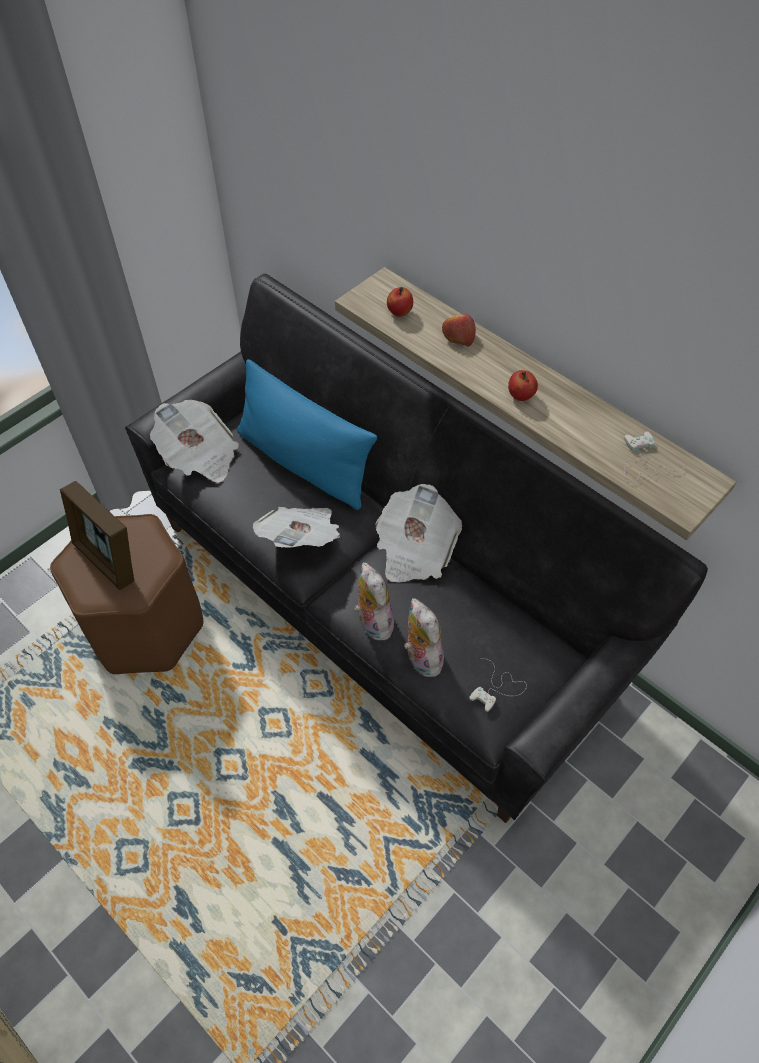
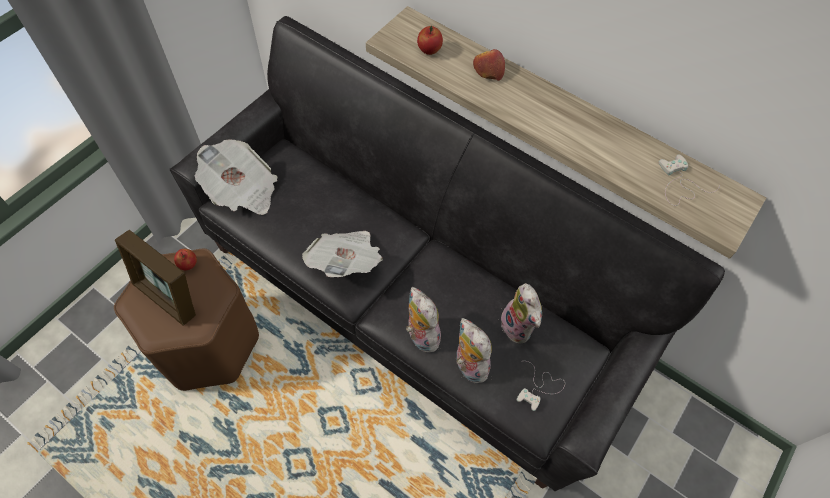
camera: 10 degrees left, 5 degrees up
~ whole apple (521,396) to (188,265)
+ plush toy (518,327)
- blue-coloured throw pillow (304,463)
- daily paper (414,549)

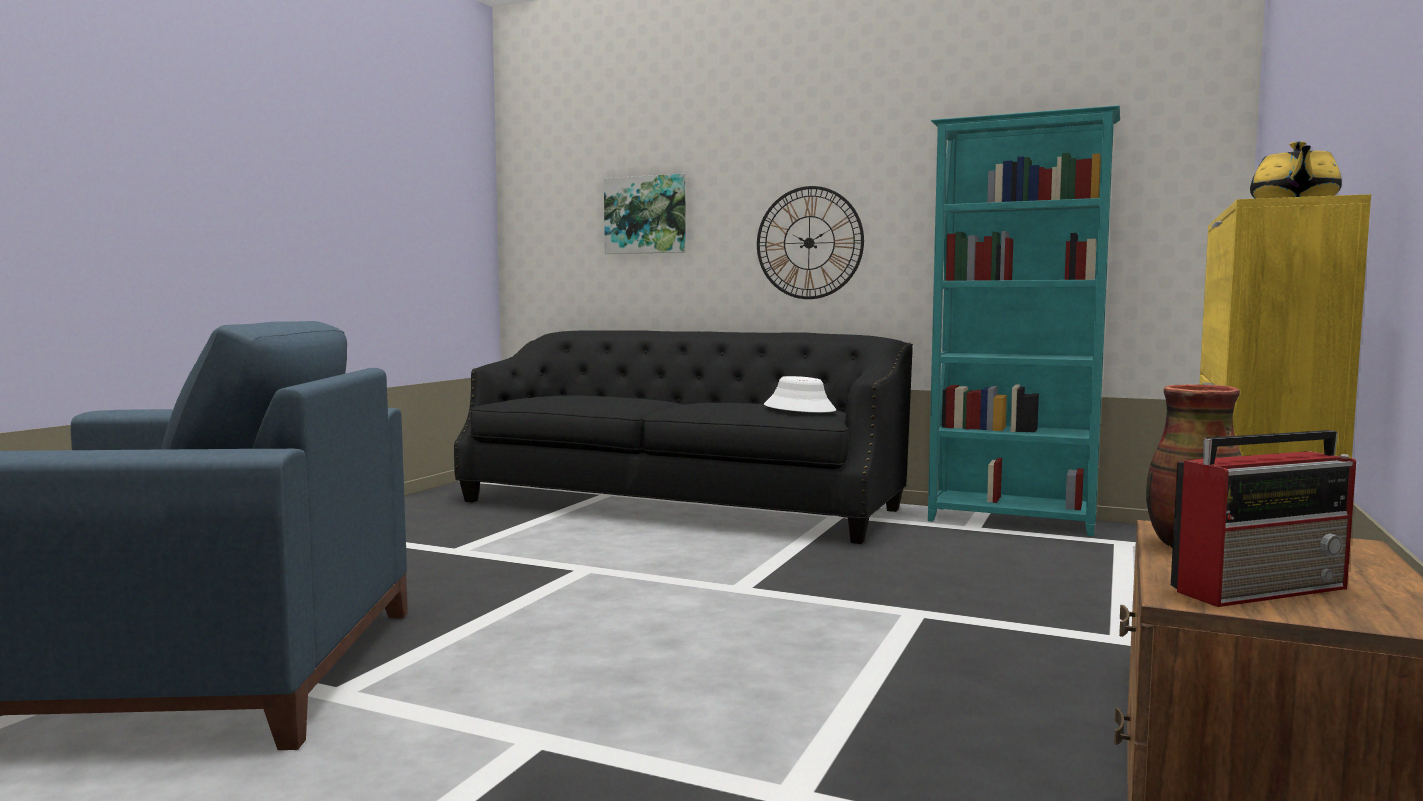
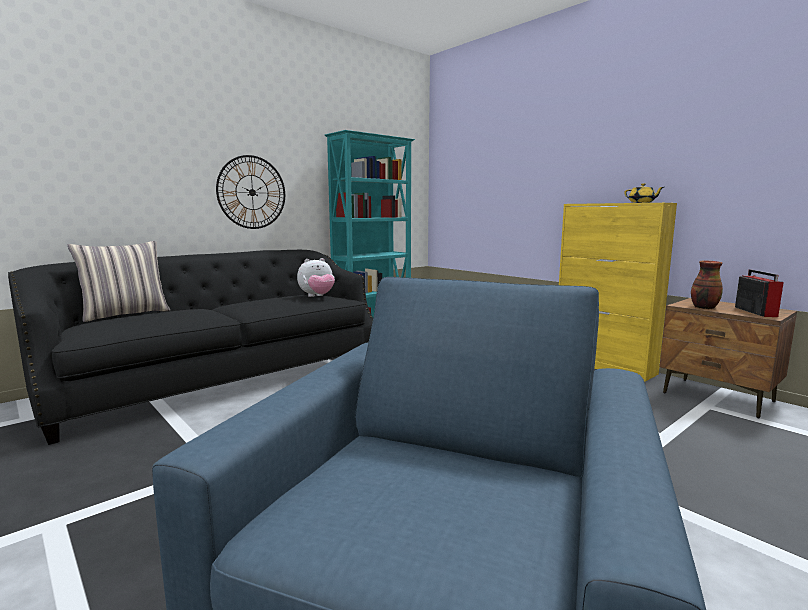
camera: 65 degrees left, 5 degrees up
+ throw pillow (126,314)
~ whitish hat (799,408) to plush toy (317,296)
- wall art (646,215)

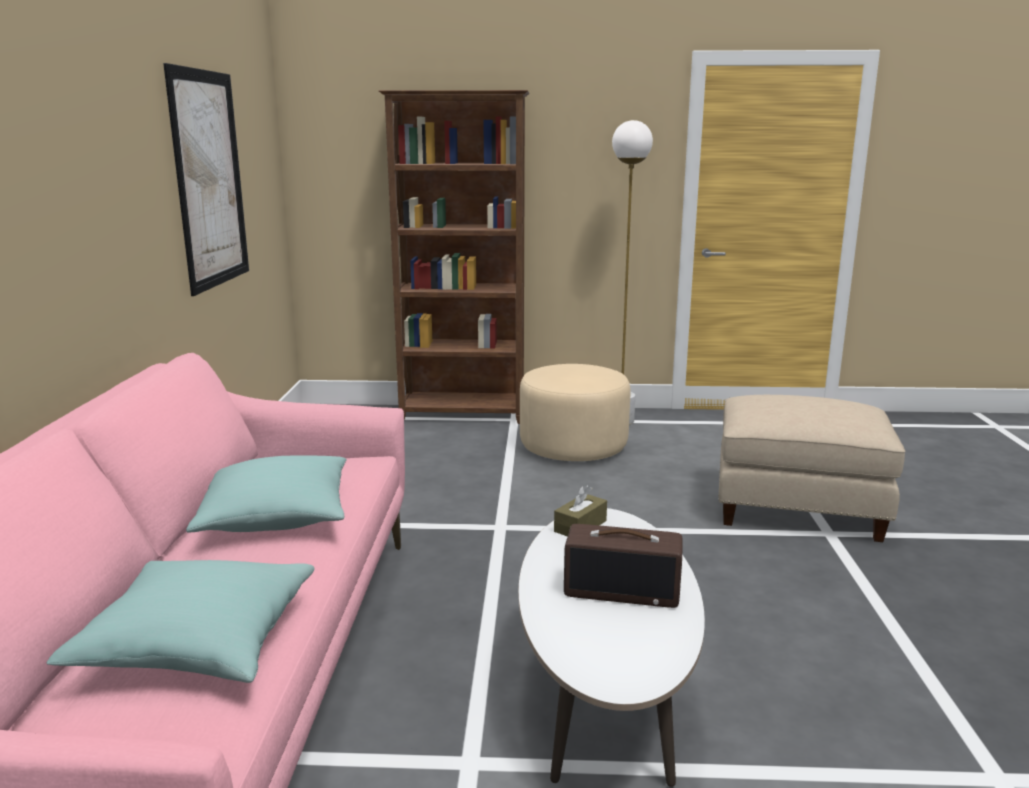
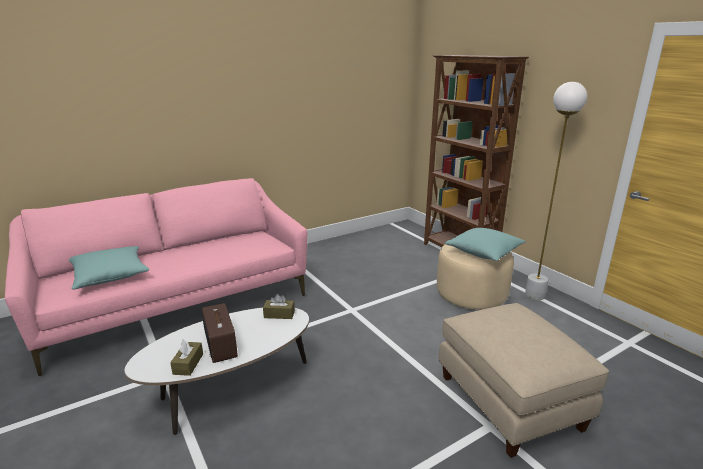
camera: 55 degrees right, 5 degrees up
+ brown tissue holder (188,364)
~ turquoise-coloured throw pillow (276,517) to (484,252)
- wall art (210,179)

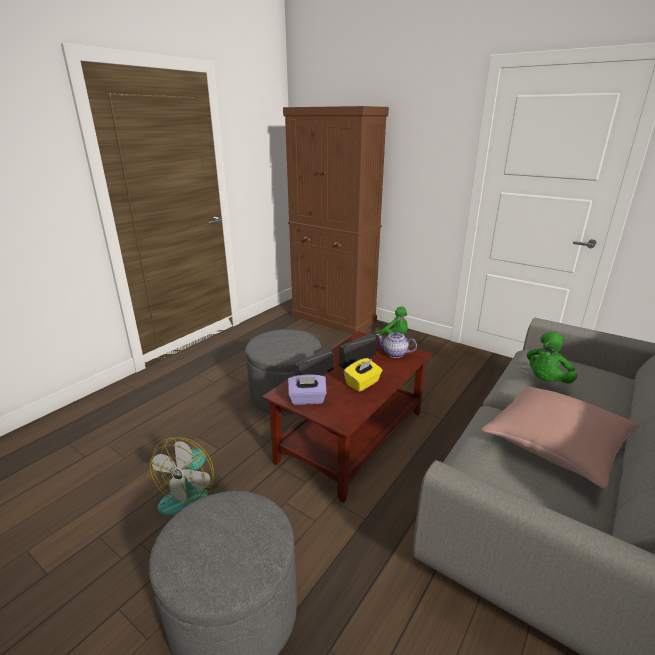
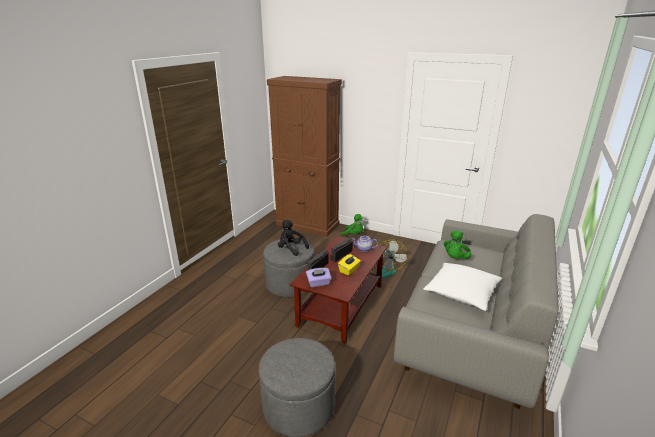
camera: 10 degrees left, 0 degrees up
+ blackish plush toy (291,249)
~ electric fan (191,491) to (386,269)
~ pink-coloured throw pillow (554,444) to whitish throw pillow (461,293)

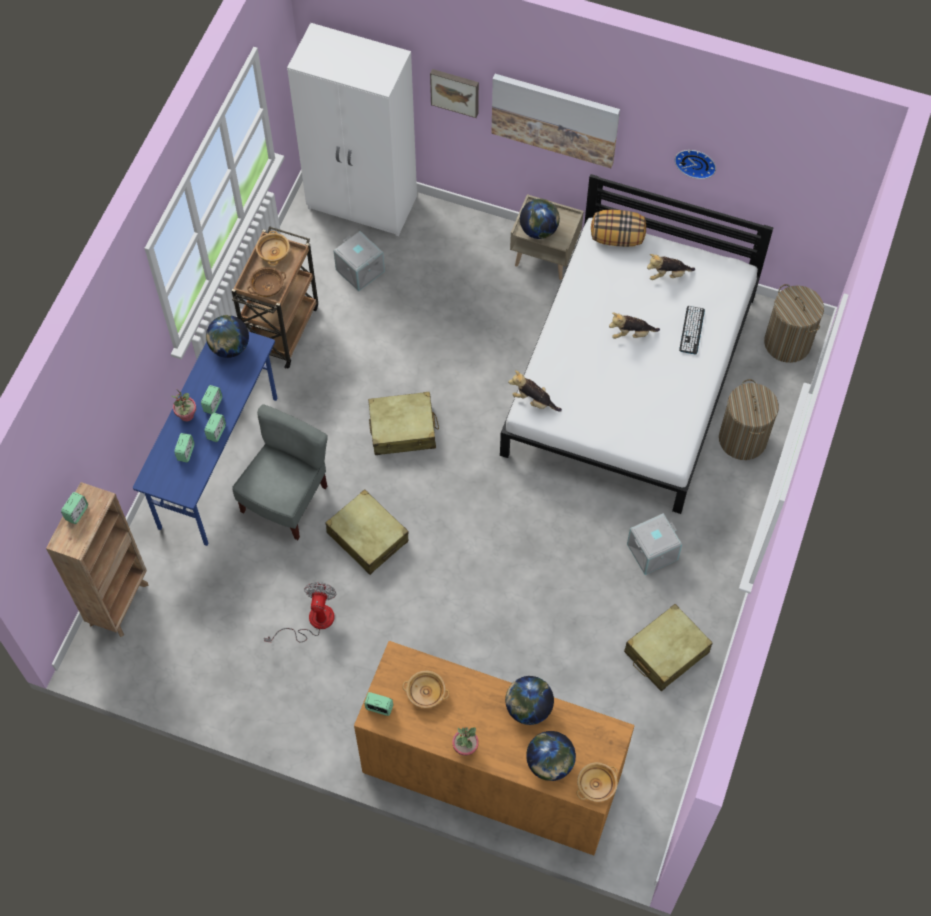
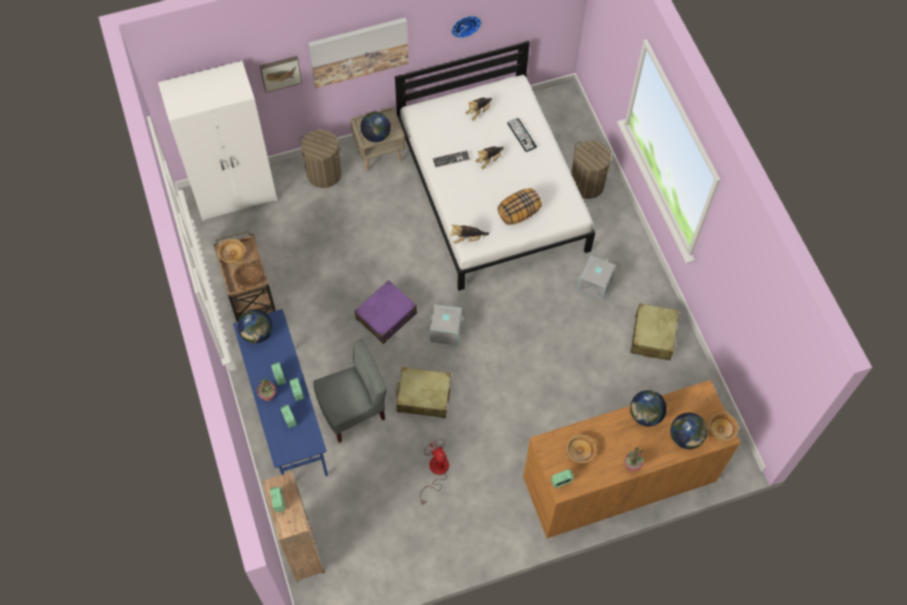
camera: 40 degrees left, 0 degrees up
~ hamper (787,343) to (324,173)
~ grey chair (286,500) = (352,410) 75 degrees clockwise
~ beige-coloured piece of luggage (403,430) to purple piece of luggage (386,316)
~ grey storage bin (359,271) to (445,331)
+ keyboard (451,159)
~ throw pillow (617,237) to (518,213)

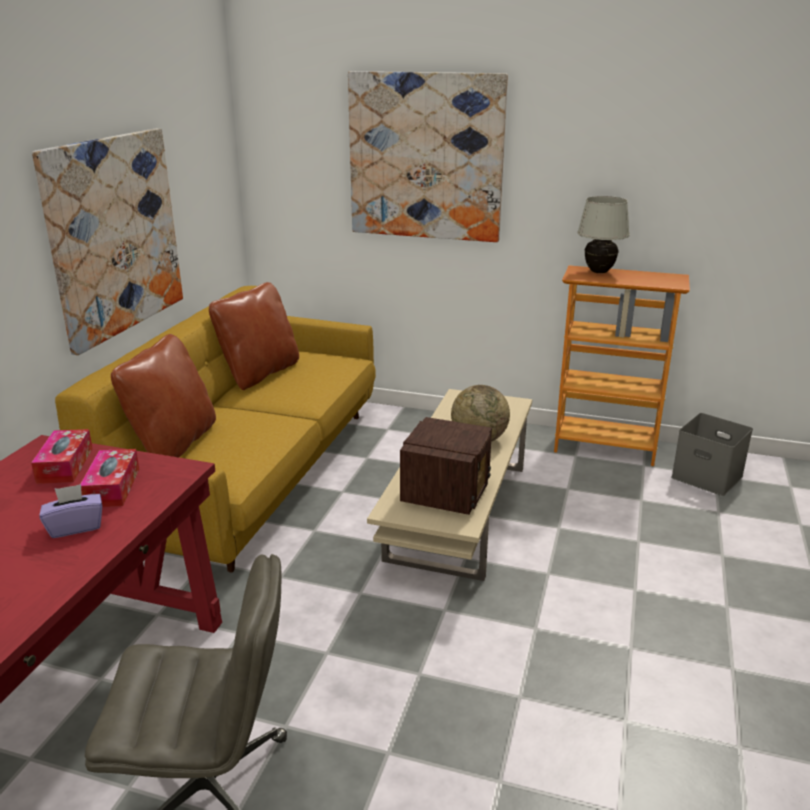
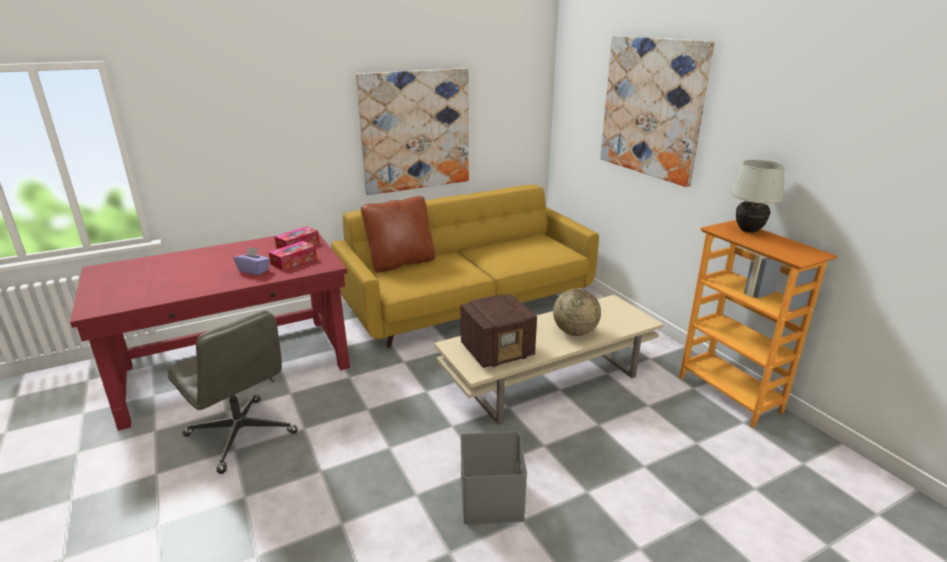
camera: 45 degrees right, 0 degrees up
~ grey storage bin (708,476) to (493,500)
- brown throw pillow (259,373)

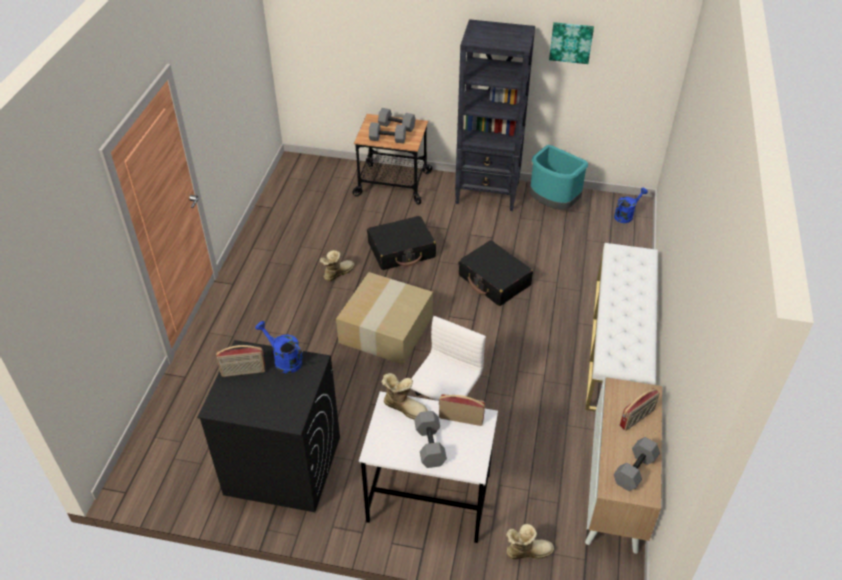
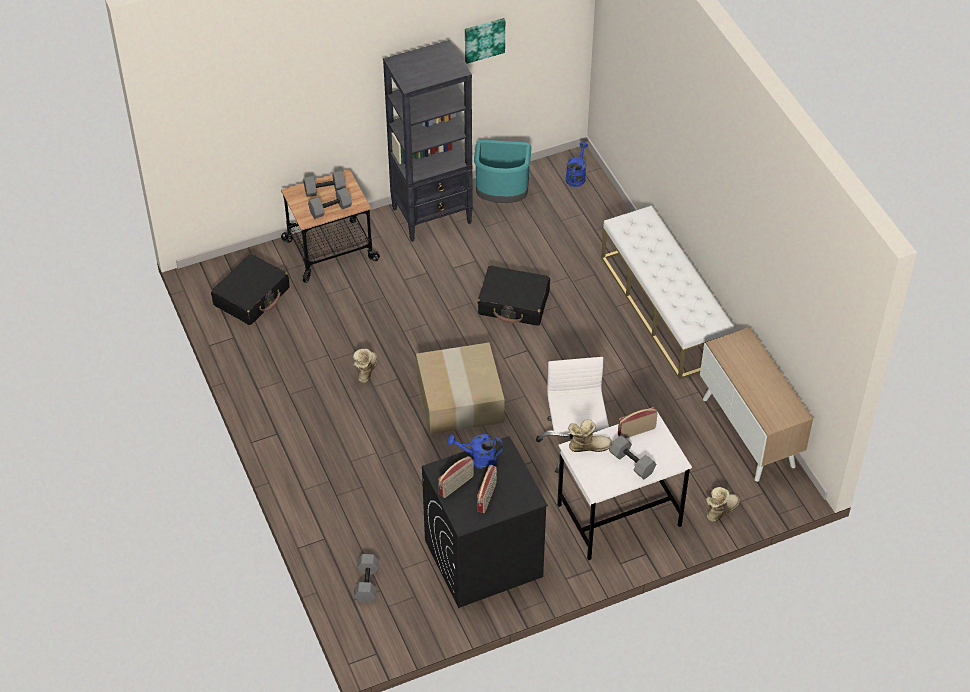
camera: 35 degrees left, 5 degrees up
~ blackish piece of luggage (401,250) to (252,297)
~ grey dumbbell (634,469) to (366,583)
~ radio set (637,418) to (487,497)

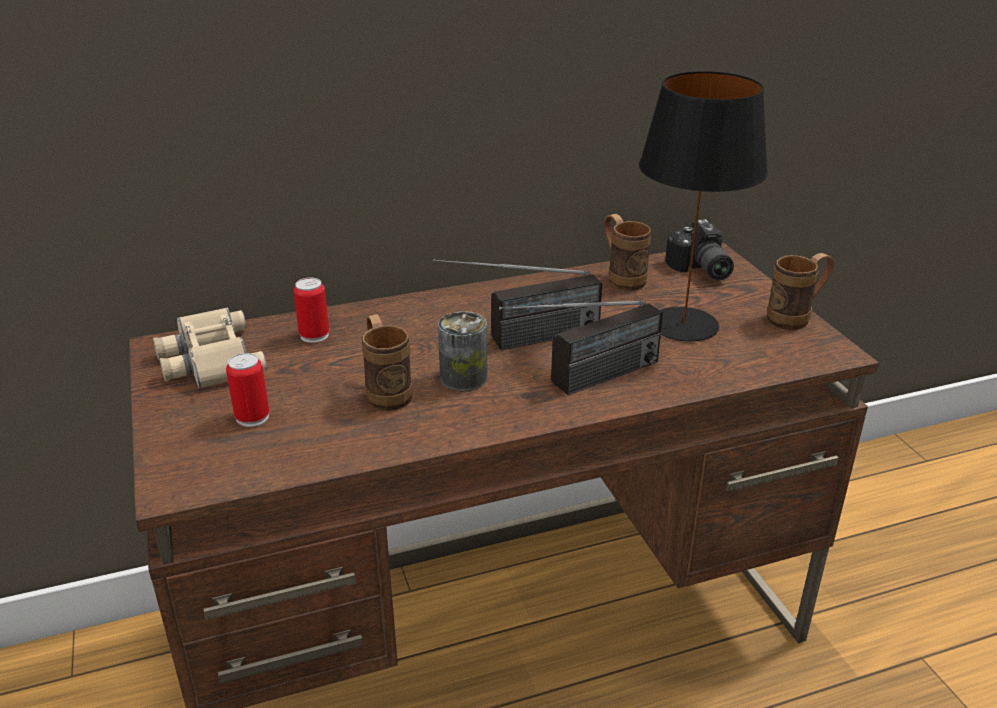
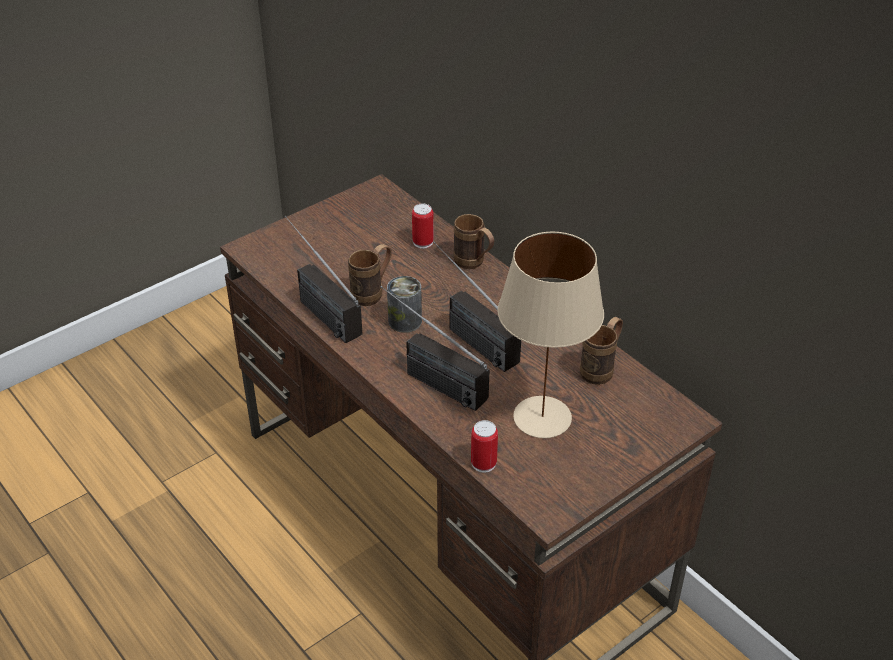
camera: 70 degrees right, 10 degrees up
+ radio set (316,307)
~ brown coffee mug (796,318) to (474,264)
~ metal can (252,417) to (483,463)
~ blackish lamp for a table (682,324) to beige-coloured lamp for a table (542,416)
- beige-coloured field glasses (208,359)
- still camera (699,270)

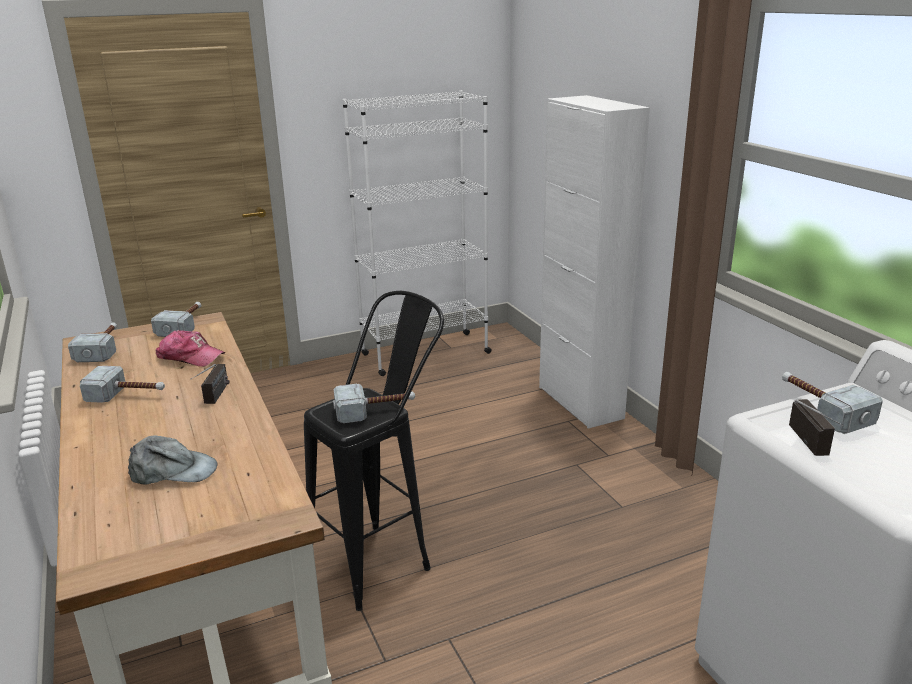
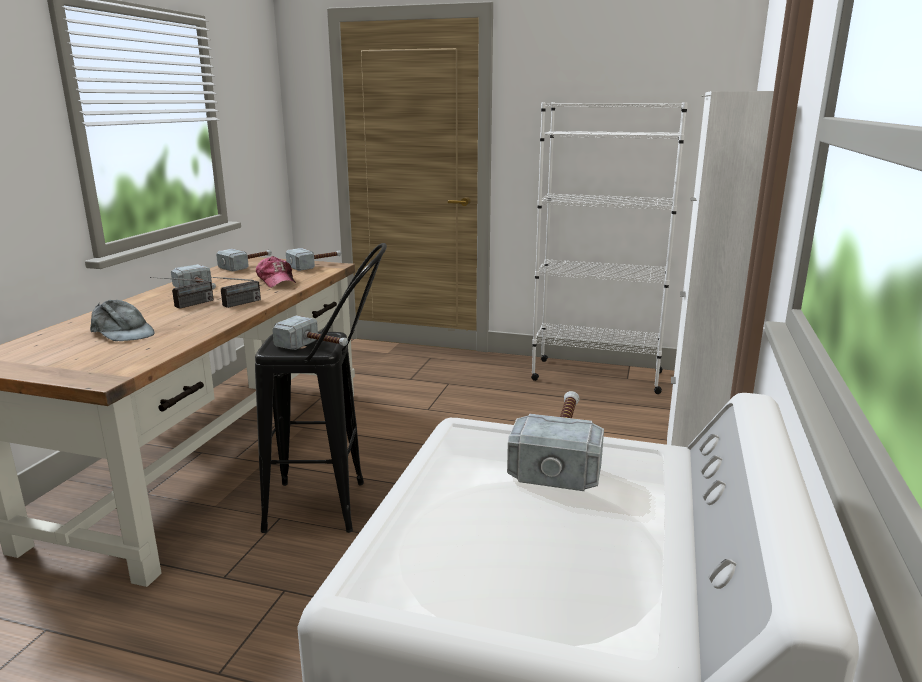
camera: 40 degrees right, 5 degrees down
~ radio set (817,448) to (185,306)

